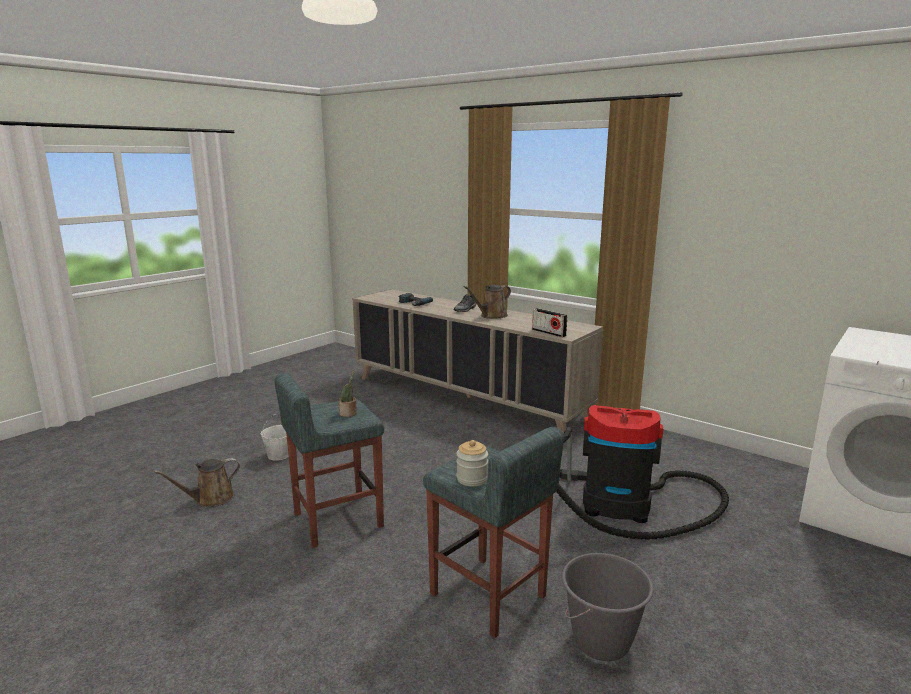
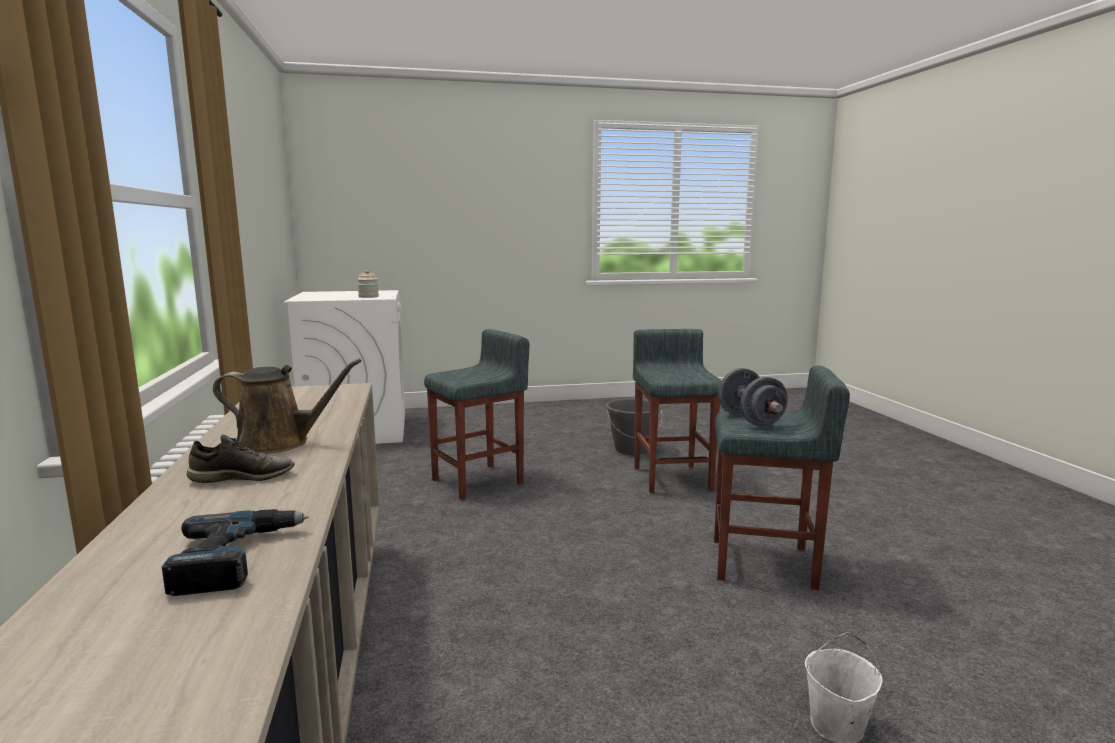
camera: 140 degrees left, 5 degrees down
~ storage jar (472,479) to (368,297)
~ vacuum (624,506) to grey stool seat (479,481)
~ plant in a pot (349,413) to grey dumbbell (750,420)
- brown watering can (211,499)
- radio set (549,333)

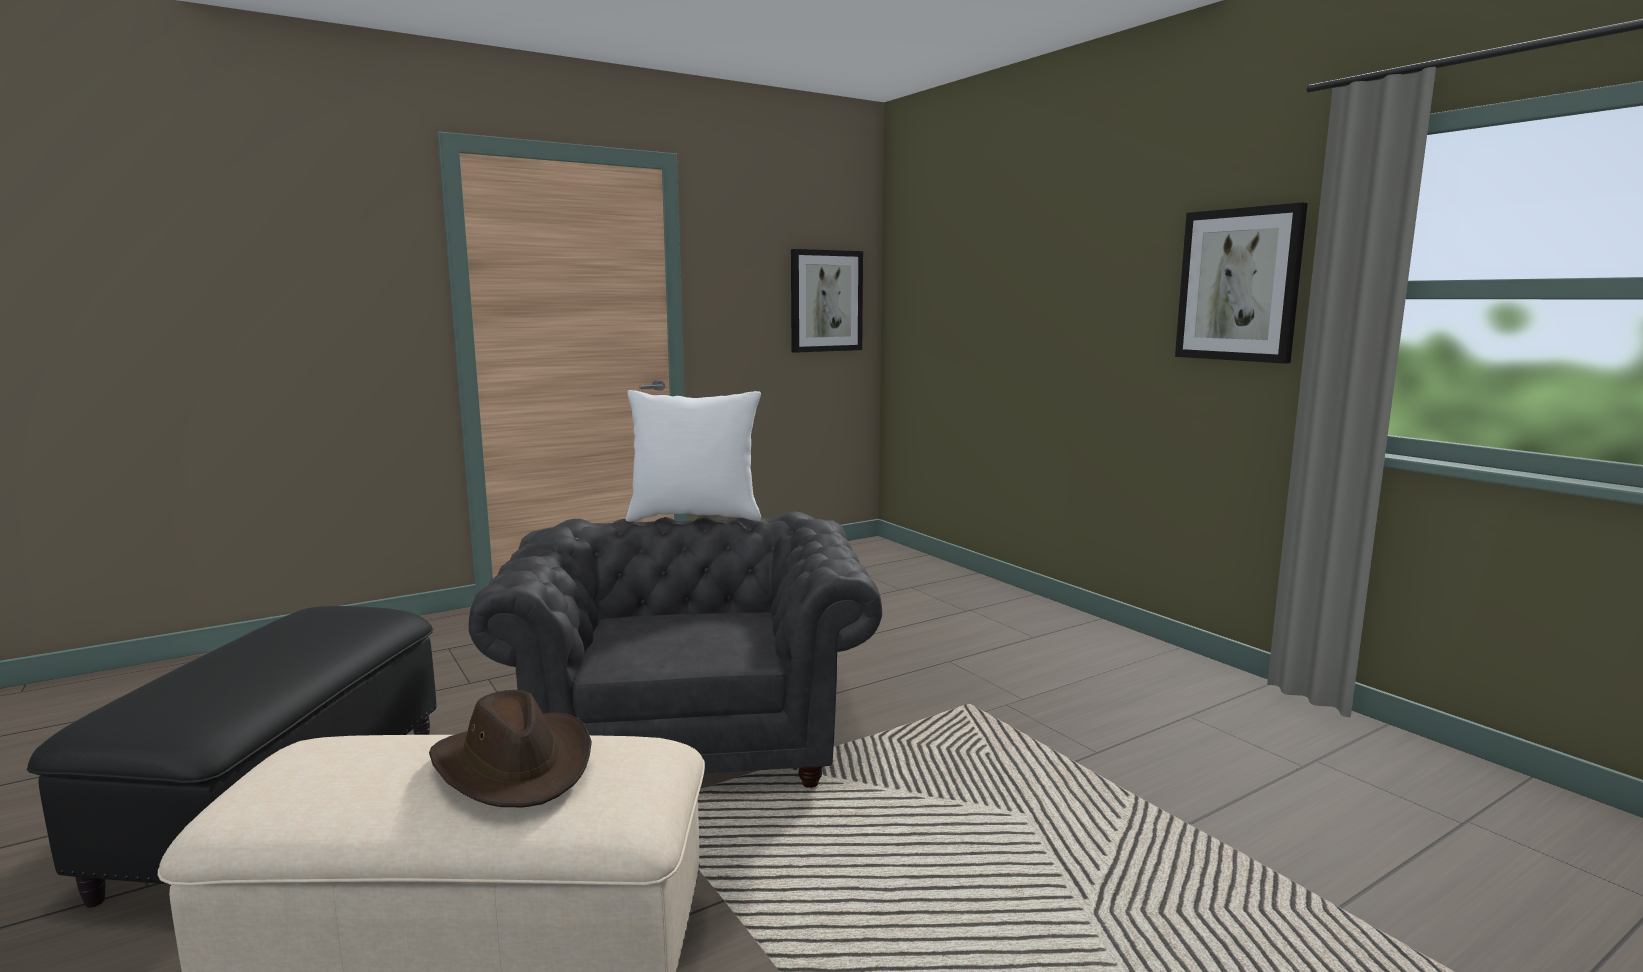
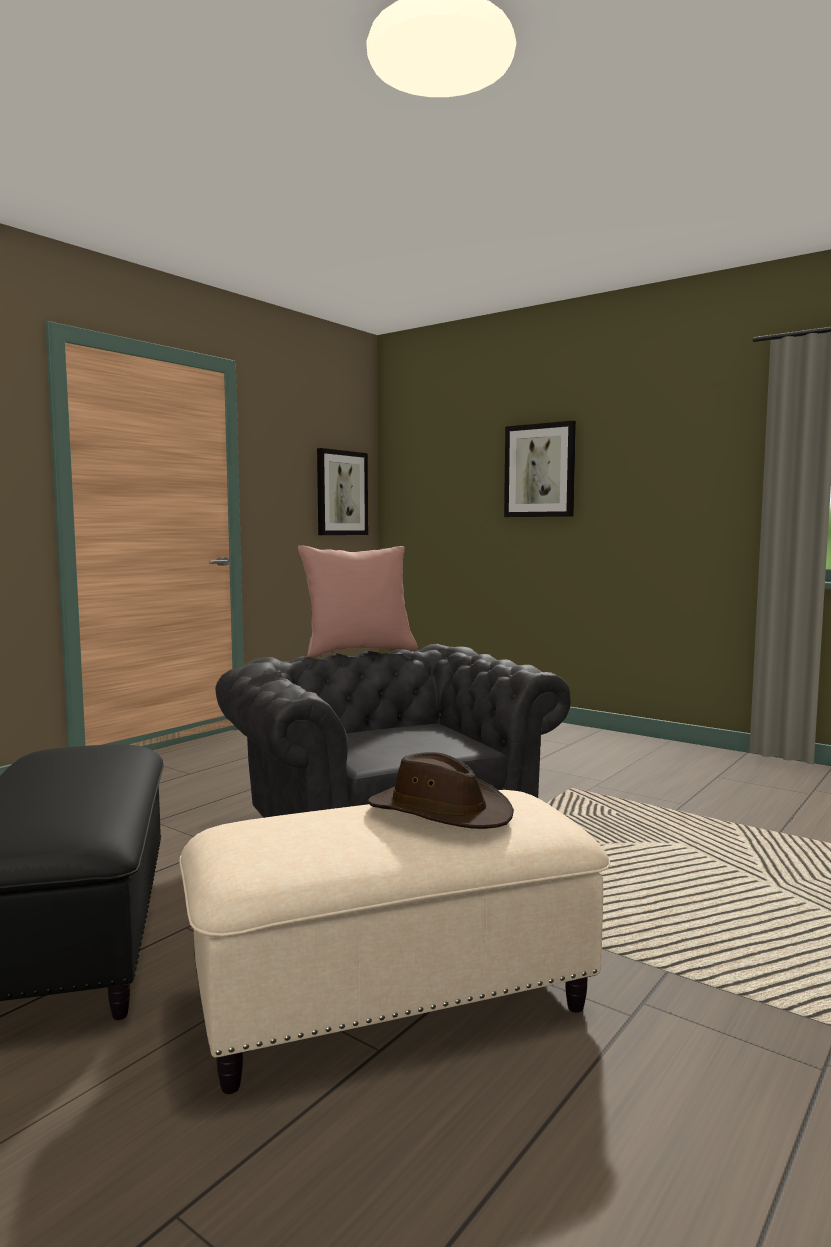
camera: 20 degrees left, 5 degrees down
~ whitish throw pillow (695,517) to pink-coloured throw pillow (358,652)
~ wall art (1239,285) to (540,470)

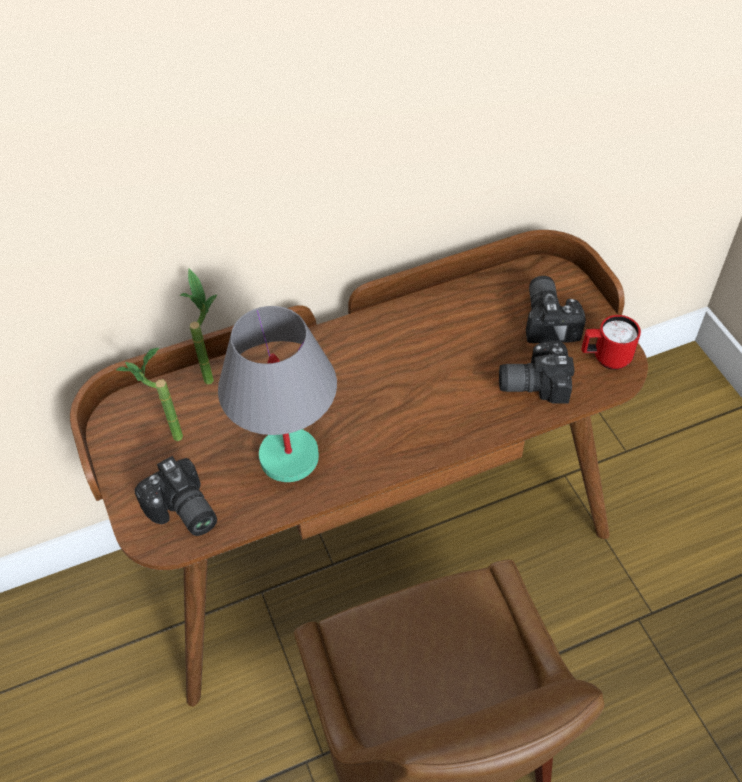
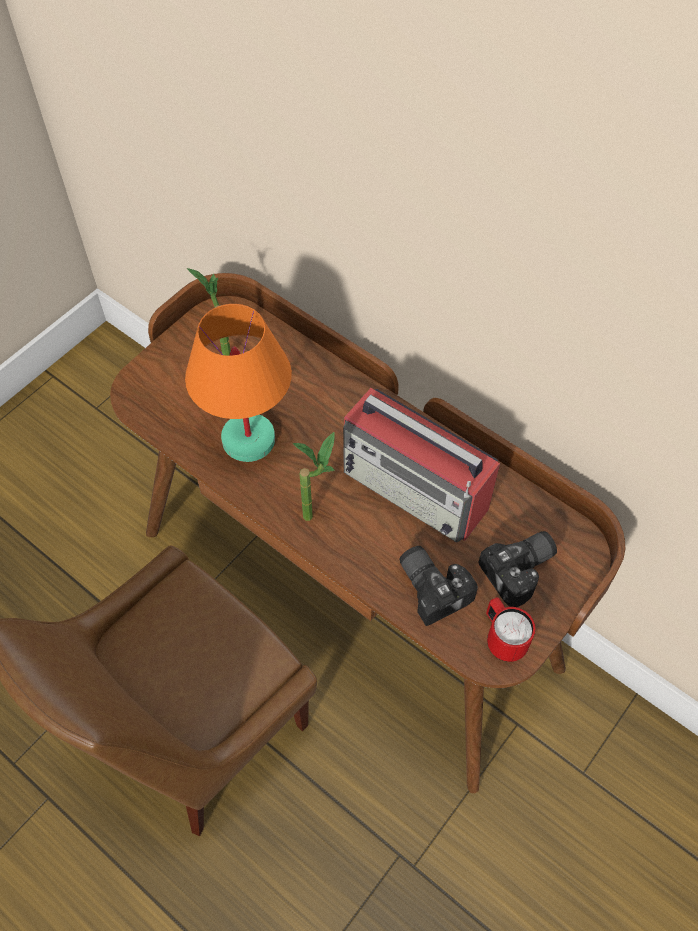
camera: 60 degrees right, 5 degrees up
~ grey lamp for a table (290,458) to orangey lamp for a table (248,440)
~ plant in a pot (211,372) to (317,514)
+ radio set (416,490)
- still camera (182,512)

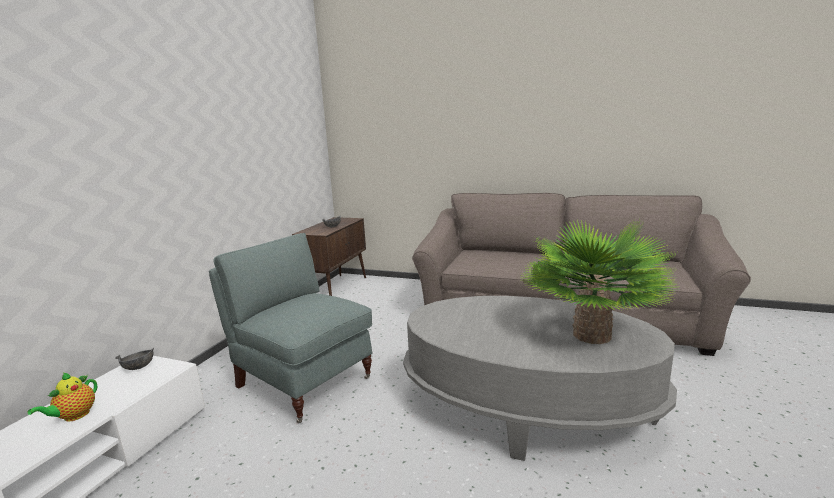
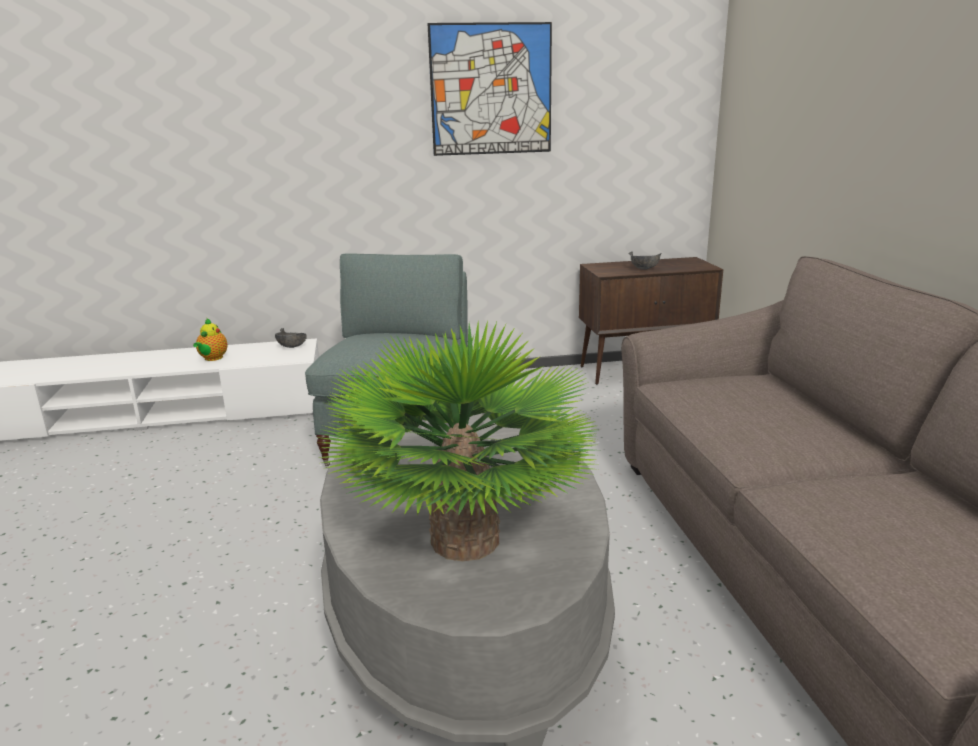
camera: 60 degrees right, 5 degrees up
~ pot for tea (74,416) = (212,358) 75 degrees counterclockwise
+ wall art (491,90)

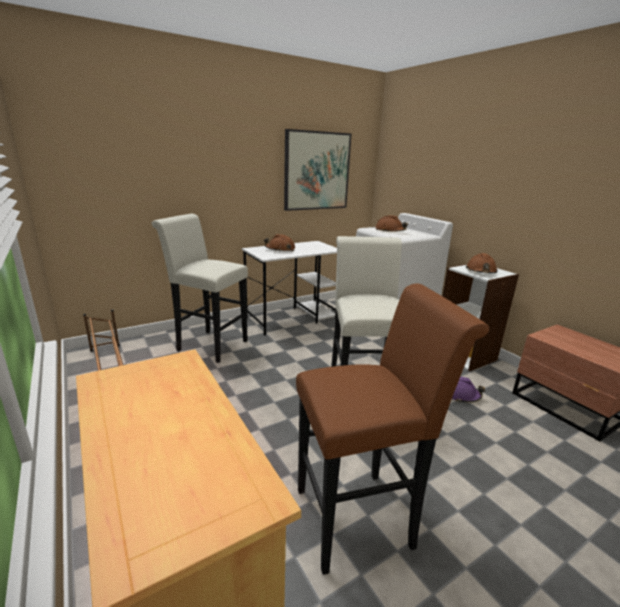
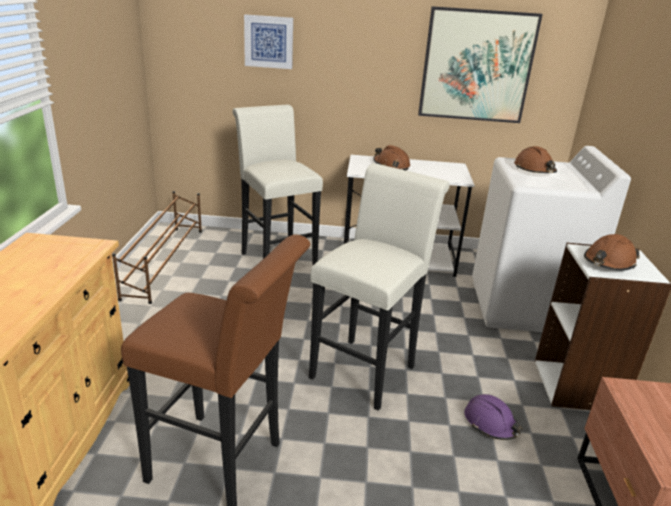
camera: 35 degrees right, 5 degrees up
+ wall art (269,42)

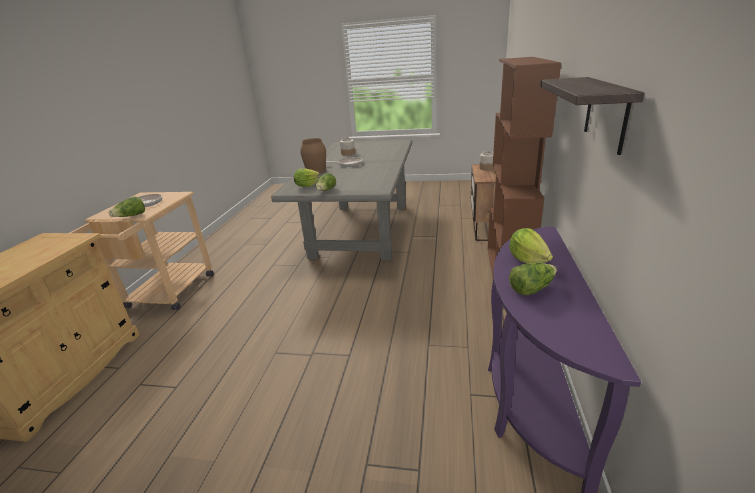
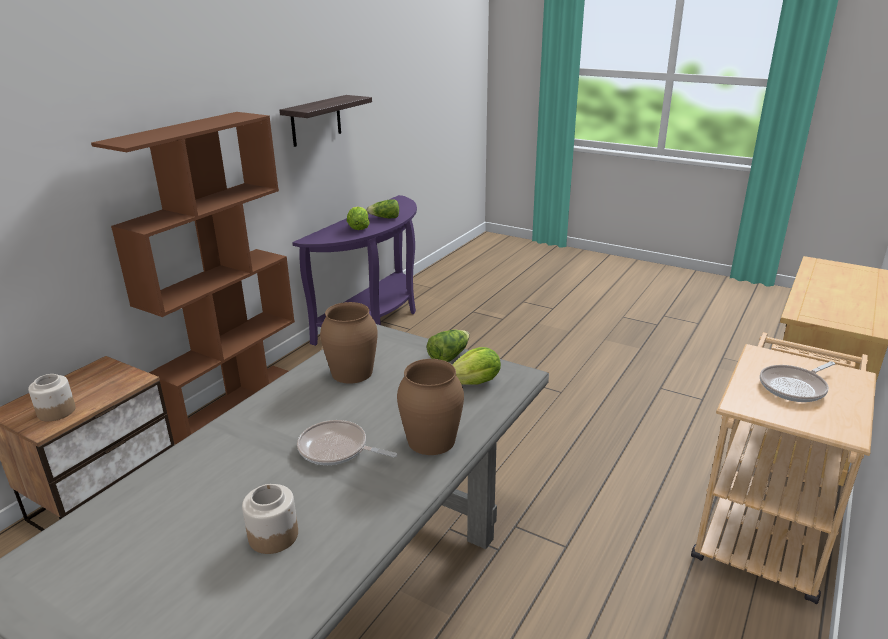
camera: 160 degrees left, 0 degrees up
+ brown decorative vase (351,372)
- head of lettuce (131,216)

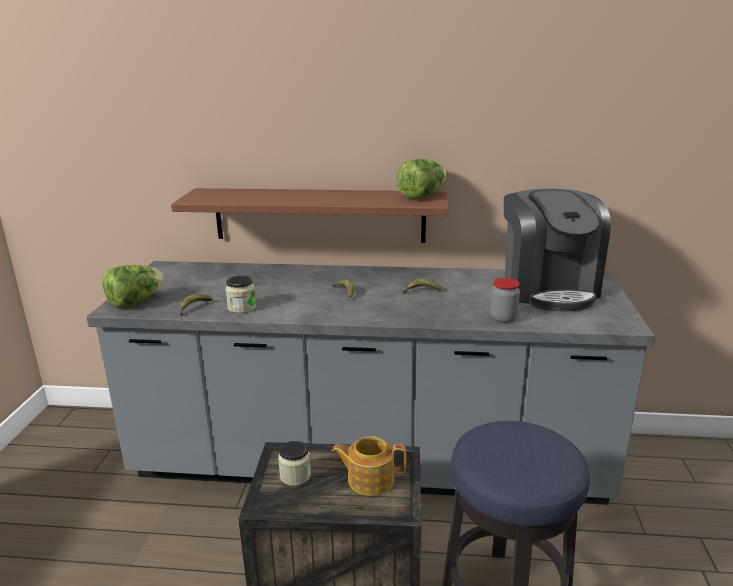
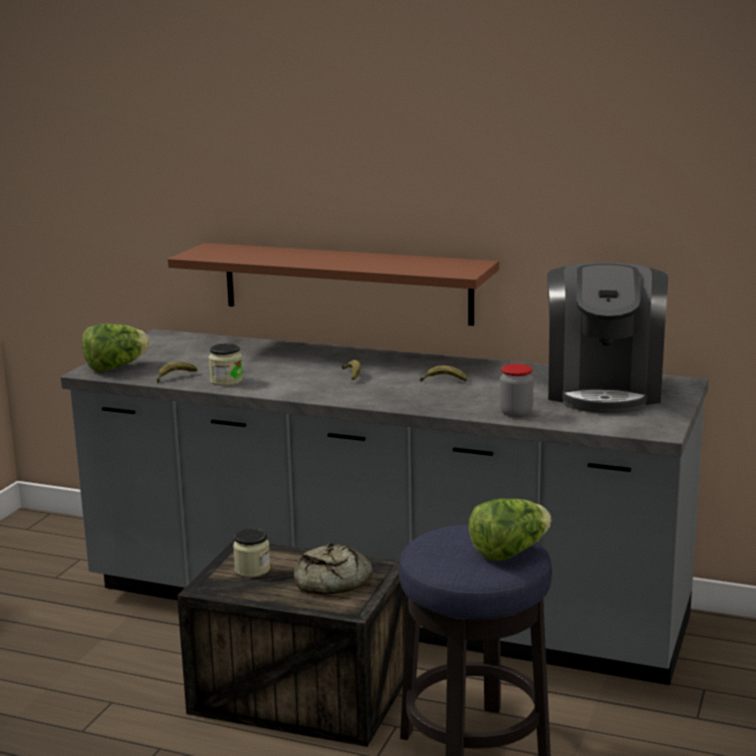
camera: 15 degrees right, 5 degrees down
~ pot for tea (369,479) to bread (331,581)
~ head of lettuce (422,196) to (509,552)

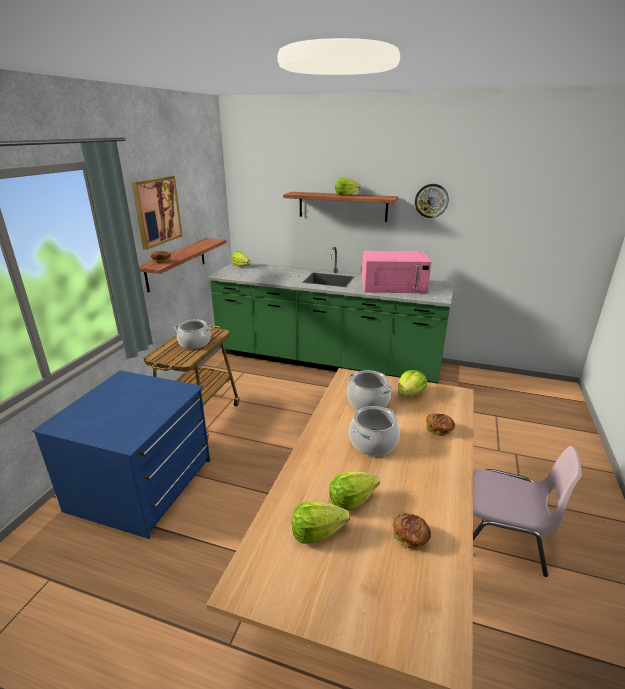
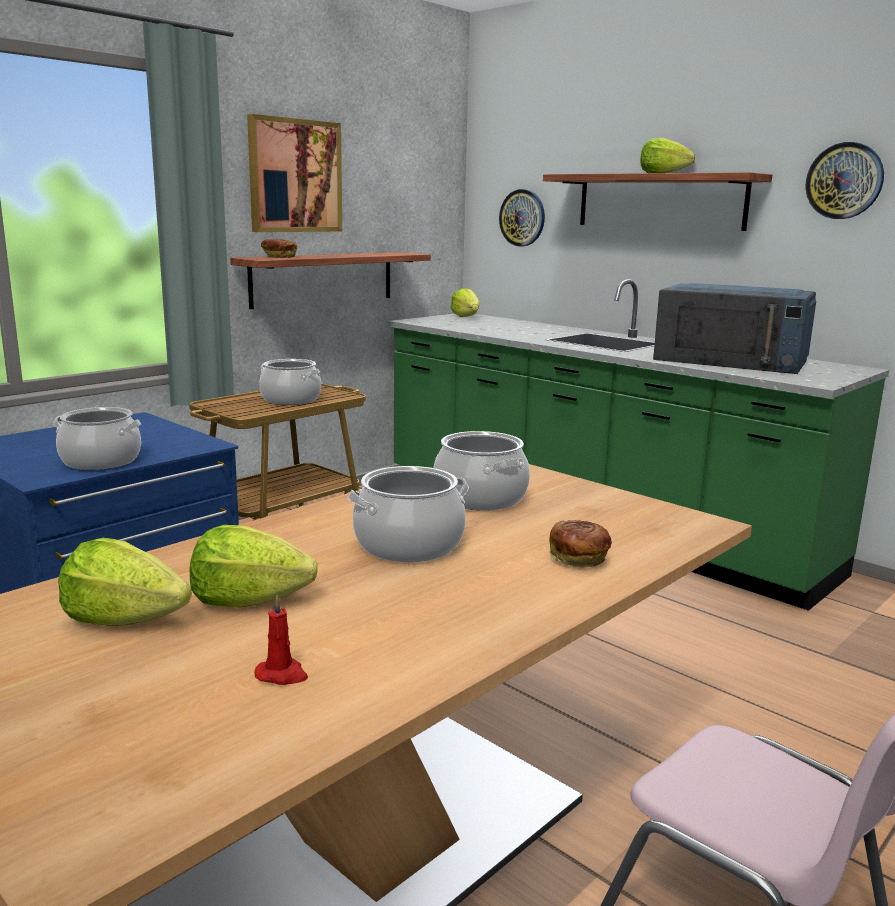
camera: 25 degrees right, 10 degrees down
+ stockpot (100,461)
~ bread (410,537) to red candle (282,675)
+ wall clock (522,218)
~ pink-coloured microwave (394,286) to blue-coloured microwave (732,360)
- head of lettuce (410,393)

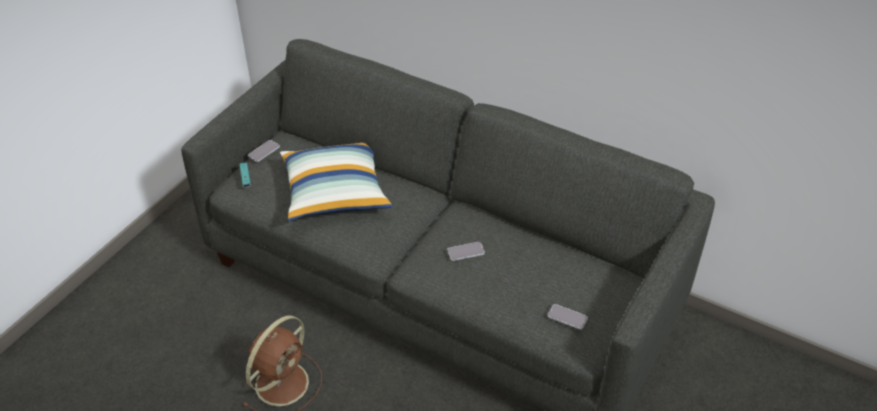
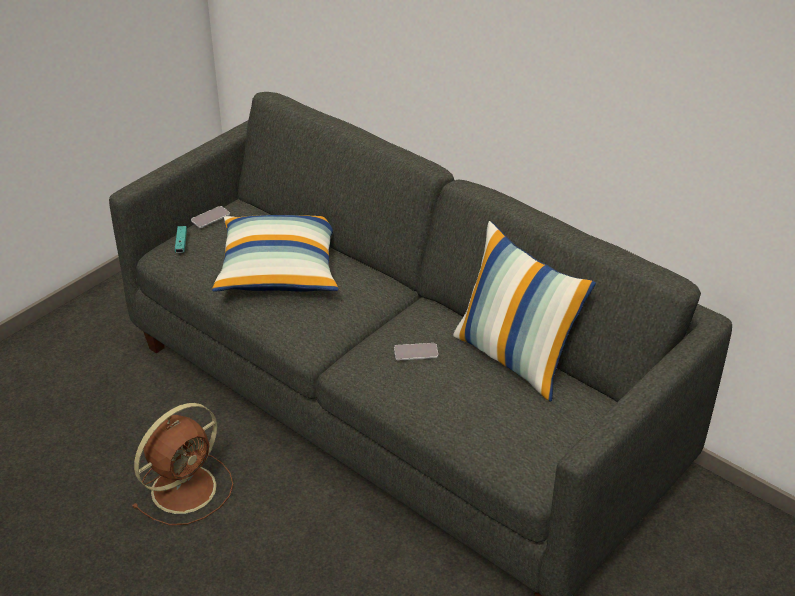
camera: 10 degrees right, 5 degrees down
+ throw pillow (515,358)
- phone (567,317)

